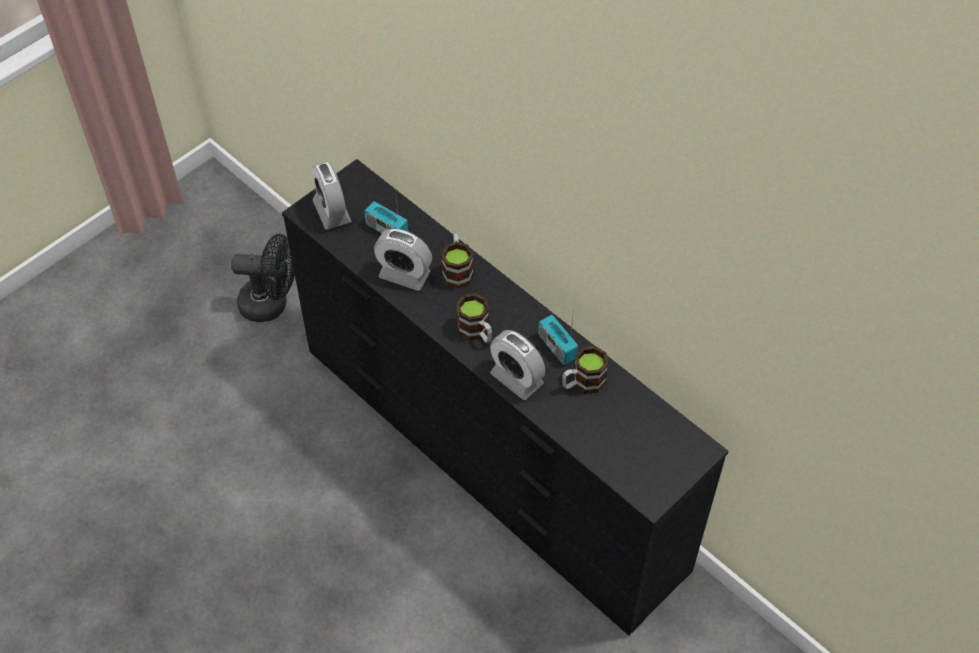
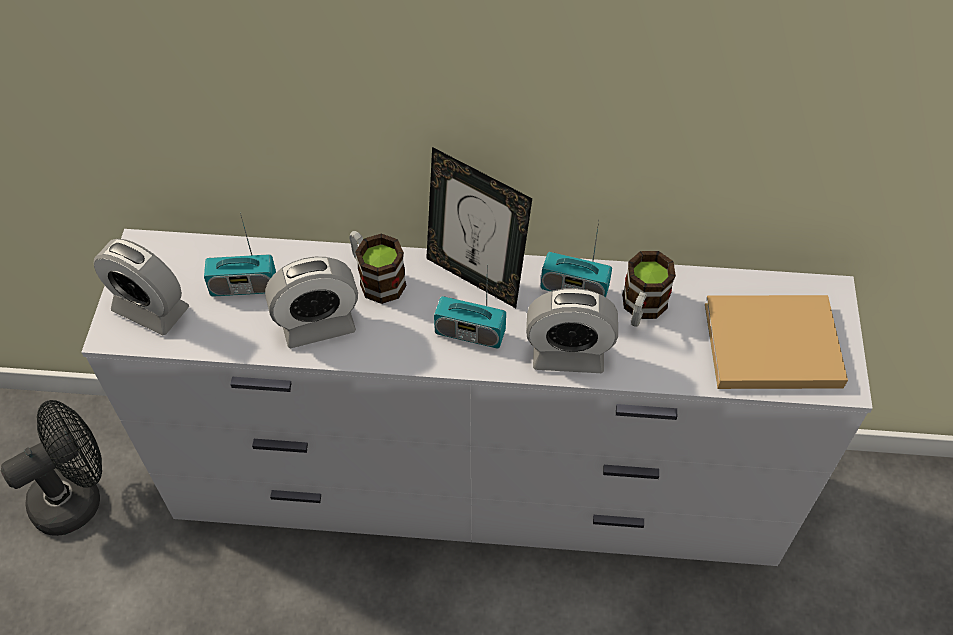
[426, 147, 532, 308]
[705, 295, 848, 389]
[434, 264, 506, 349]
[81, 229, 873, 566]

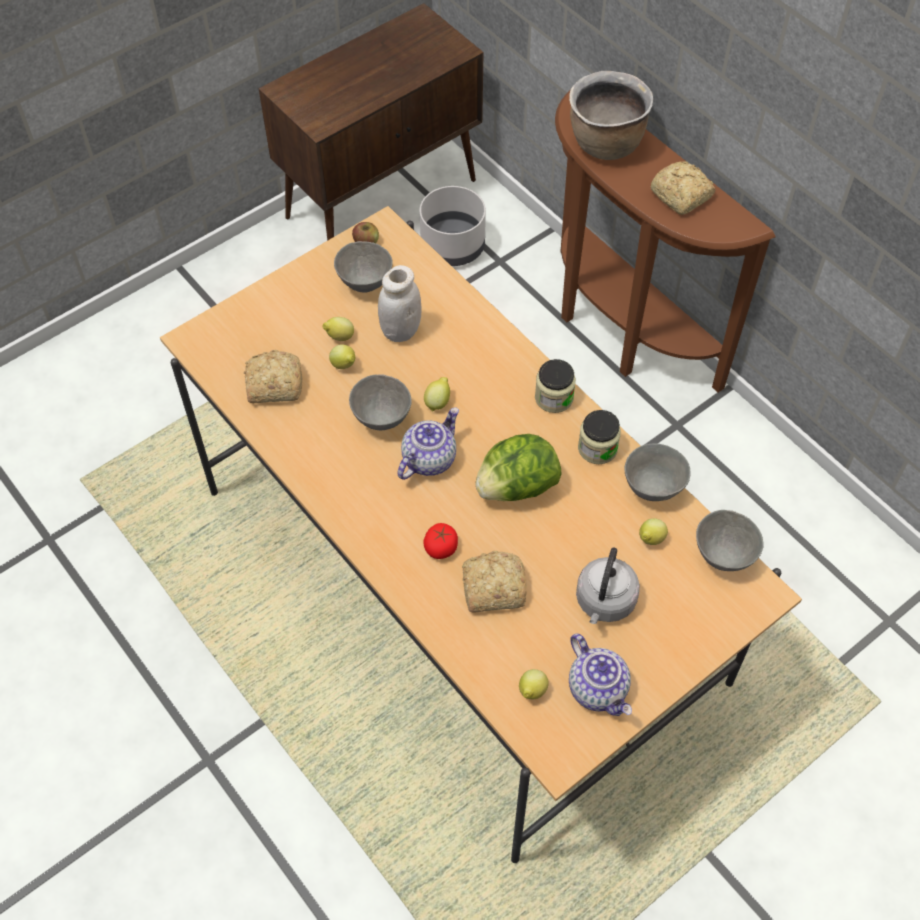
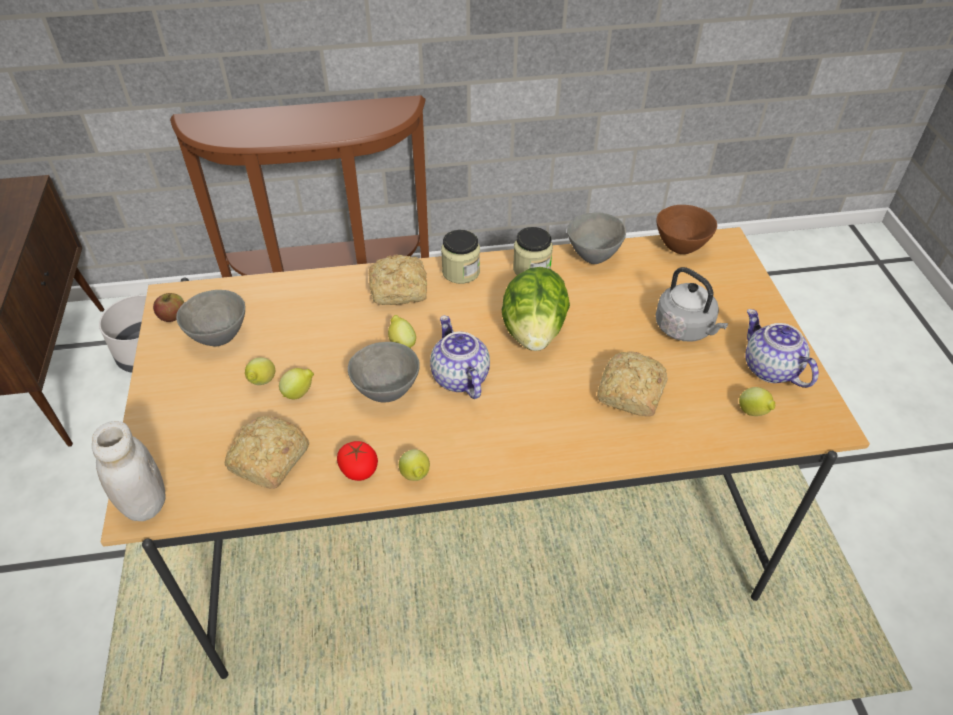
[569, 71, 653, 160] (first image)
[92, 421, 166, 521]
[337, 441, 378, 481]
[399, 449, 430, 481]
[369, 255, 427, 305]
[656, 205, 717, 254]
[745, 309, 819, 388]

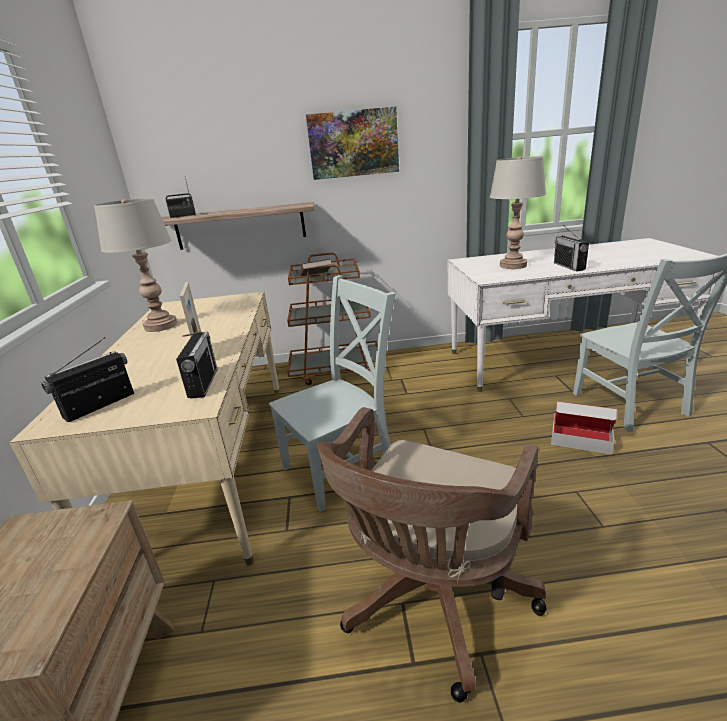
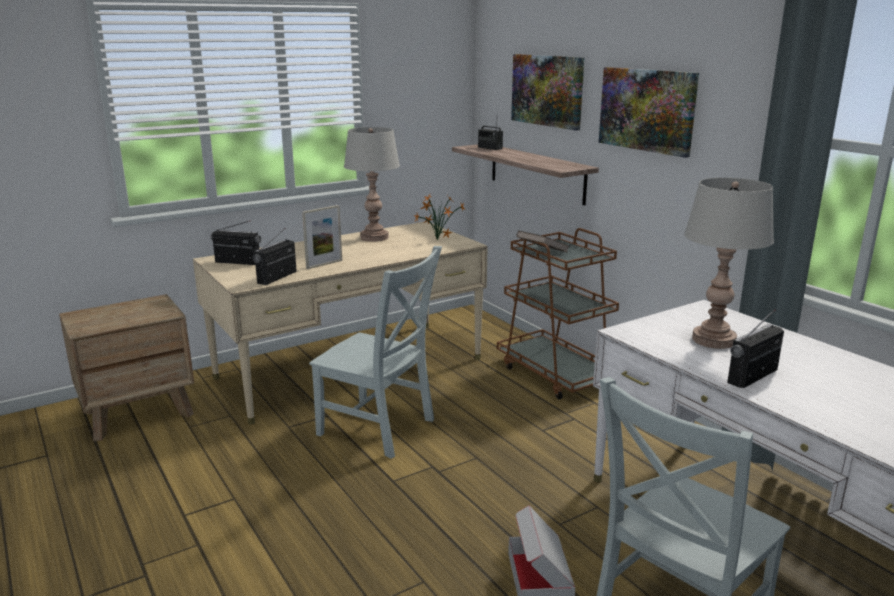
[317, 407, 546, 703] (first image)
[414, 195, 465, 240]
[511, 54, 584, 131]
[253, 228, 297, 285]

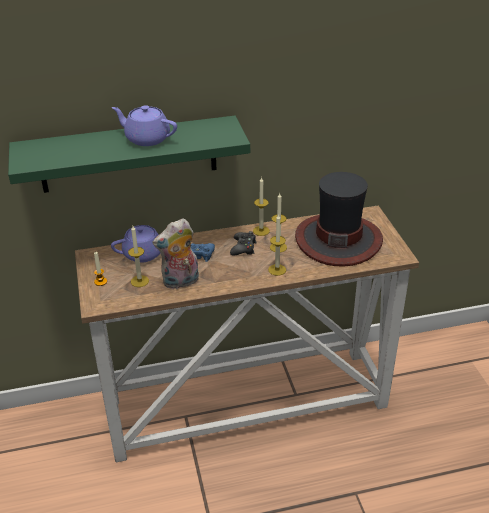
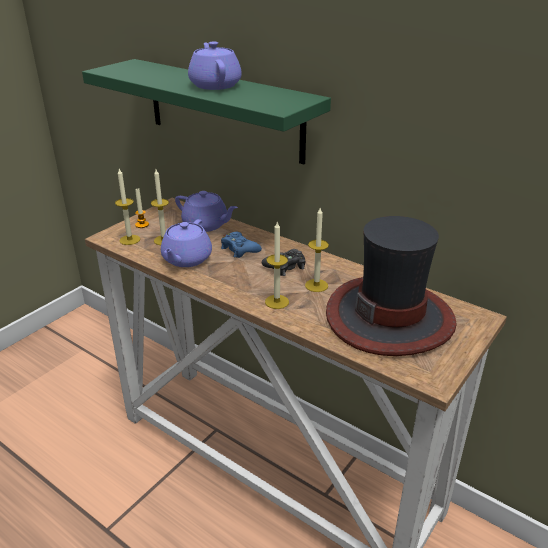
[115, 169, 140, 245]
[161, 219, 212, 267]

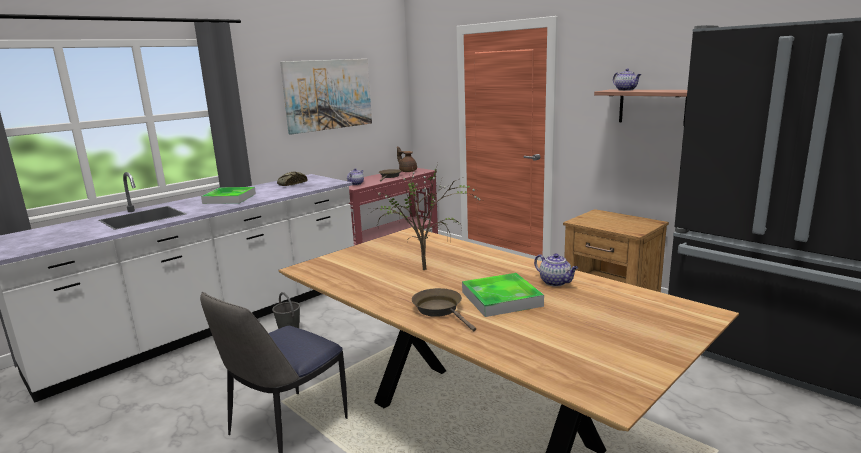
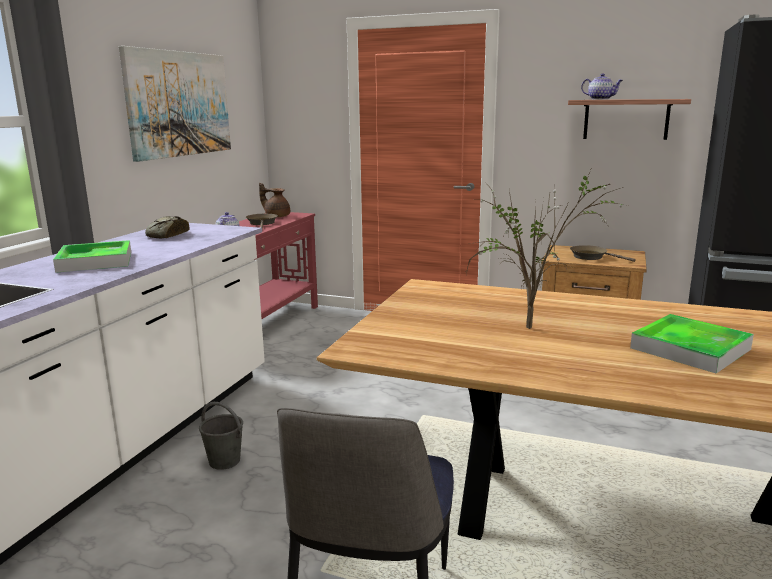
[534, 253, 578, 286] (first image)
[570, 245, 636, 262]

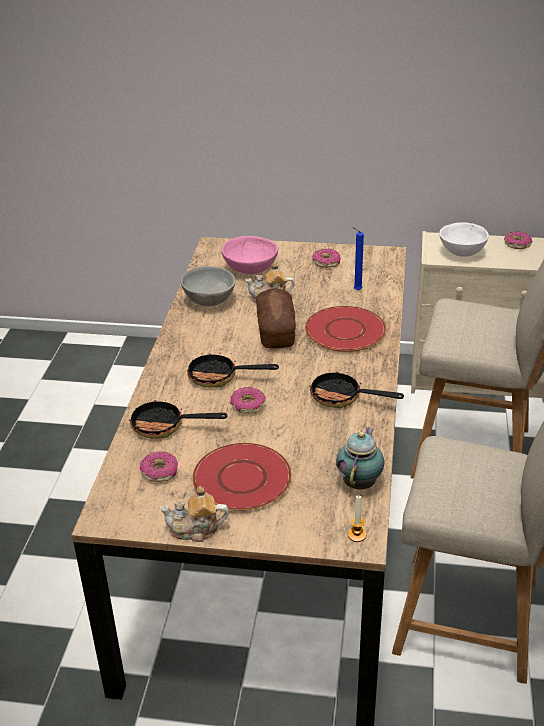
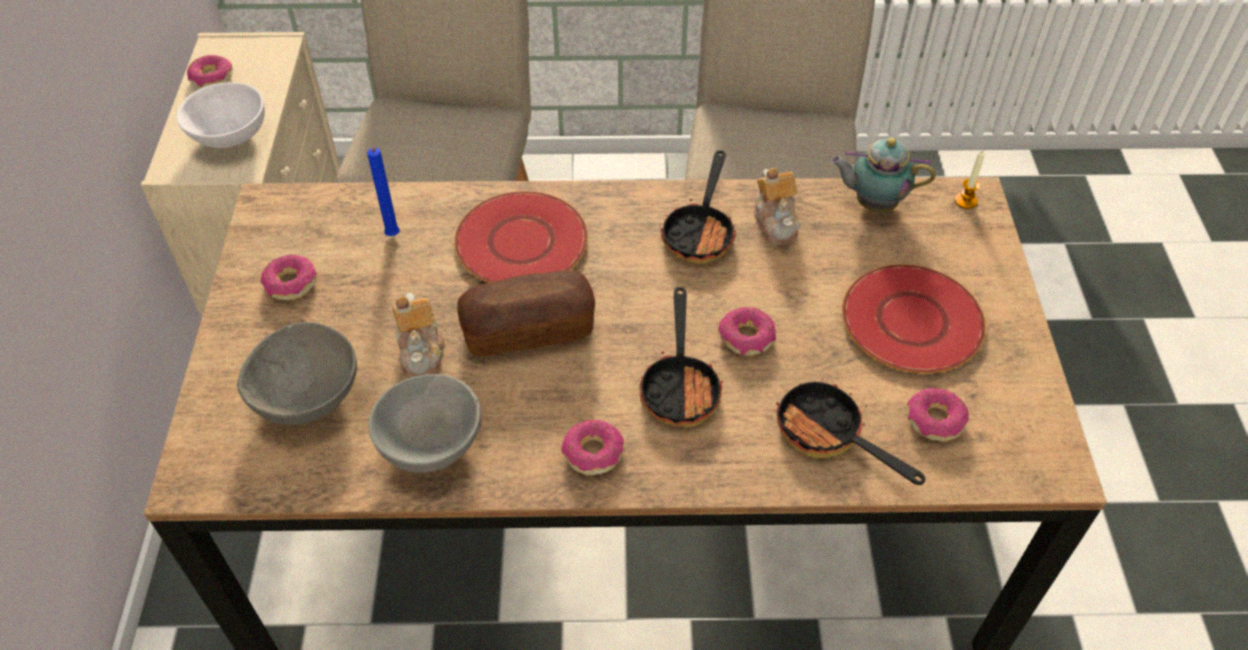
[562, 420, 624, 475]
[754, 167, 800, 245]
[237, 322, 357, 425]
[776, 378, 925, 485]

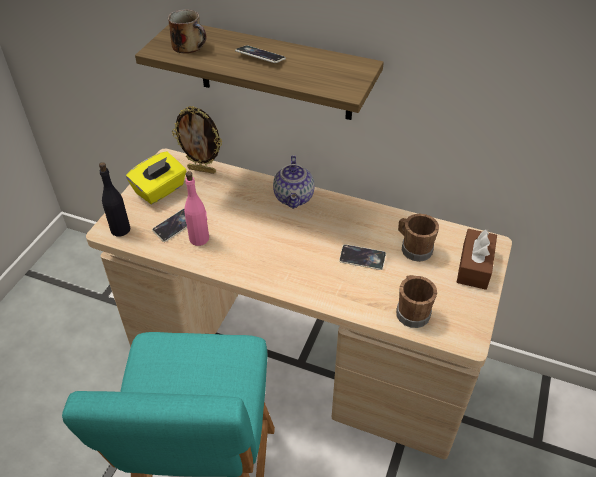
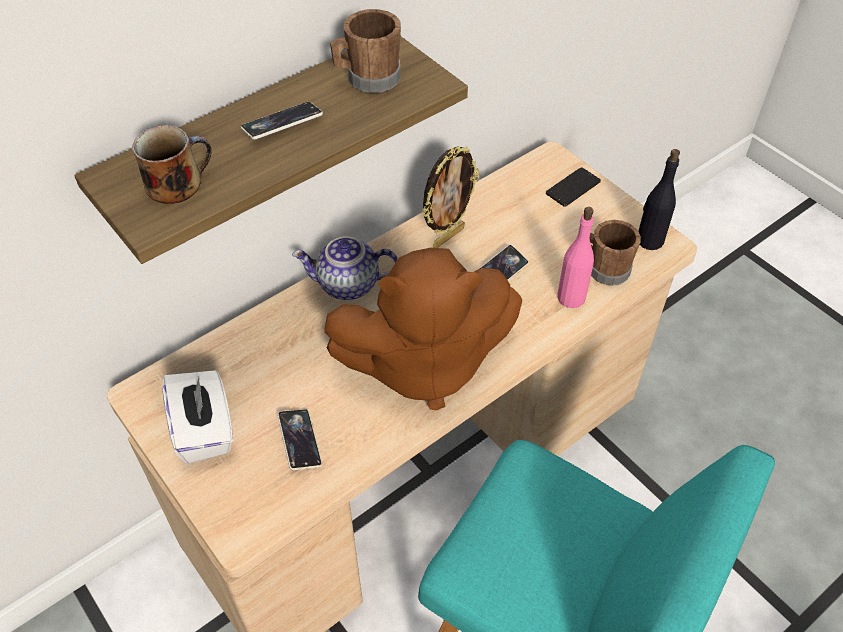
[324, 248, 522, 410]
[638, 149, 680, 250]
[422, 146, 480, 248]
[557, 207, 594, 308]
[330, 9, 401, 93]
[546, 167, 601, 207]
[162, 370, 233, 464]
[292, 236, 398, 300]

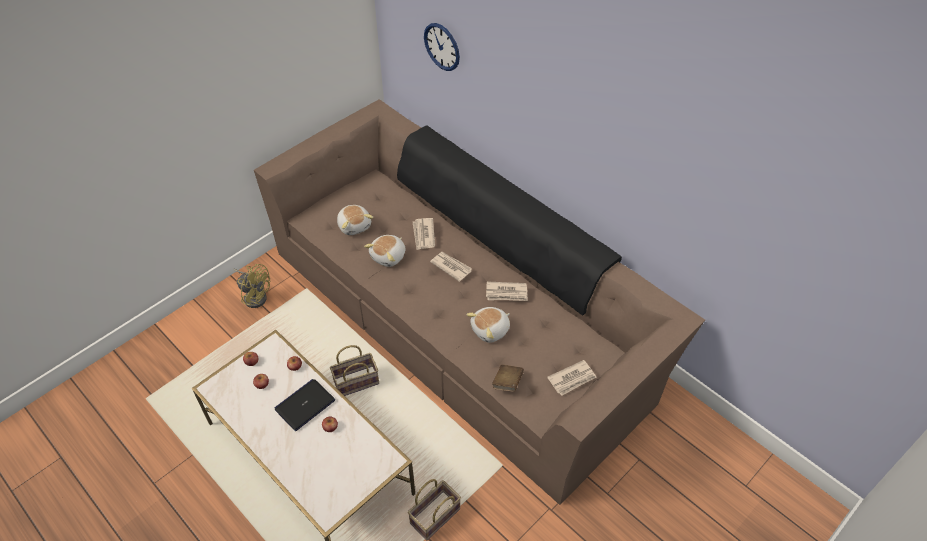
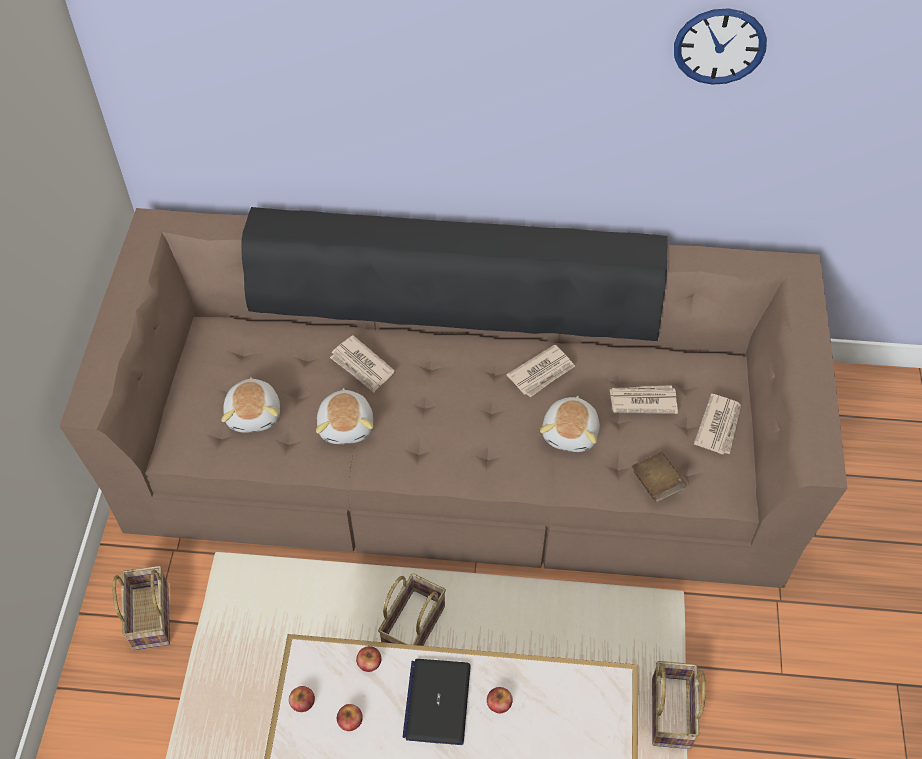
[674, 8, 767, 85]
[609, 385, 678, 414]
[112, 566, 170, 650]
[222, 377, 280, 433]

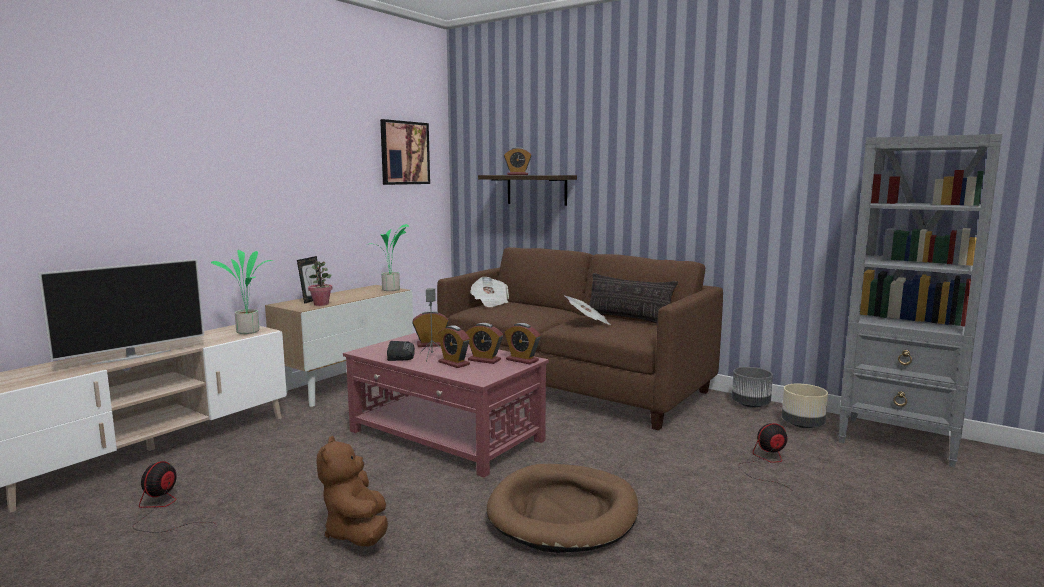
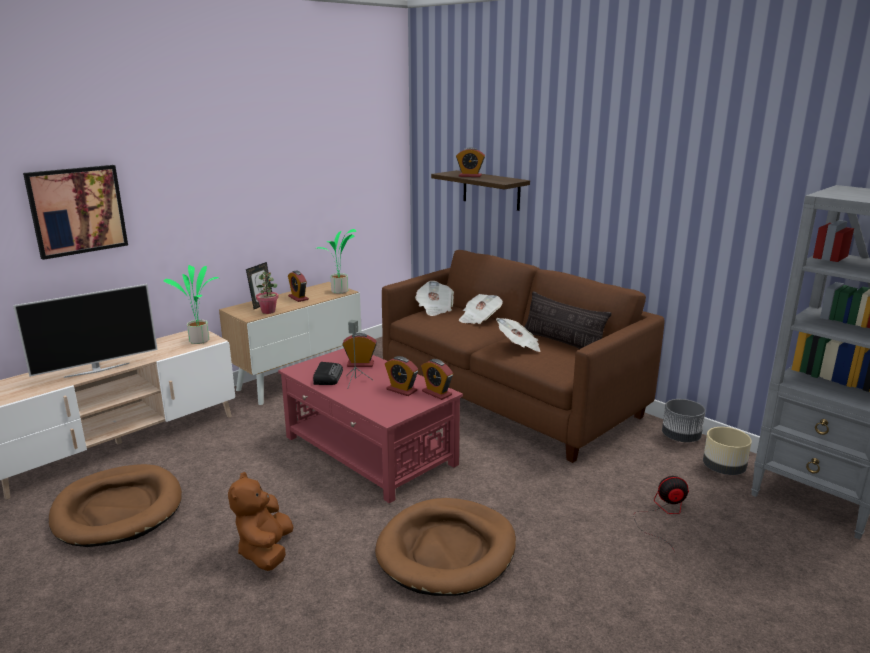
[459, 294, 503, 324]
[23, 165, 128, 260]
[288, 270, 309, 302]
[49, 464, 182, 547]

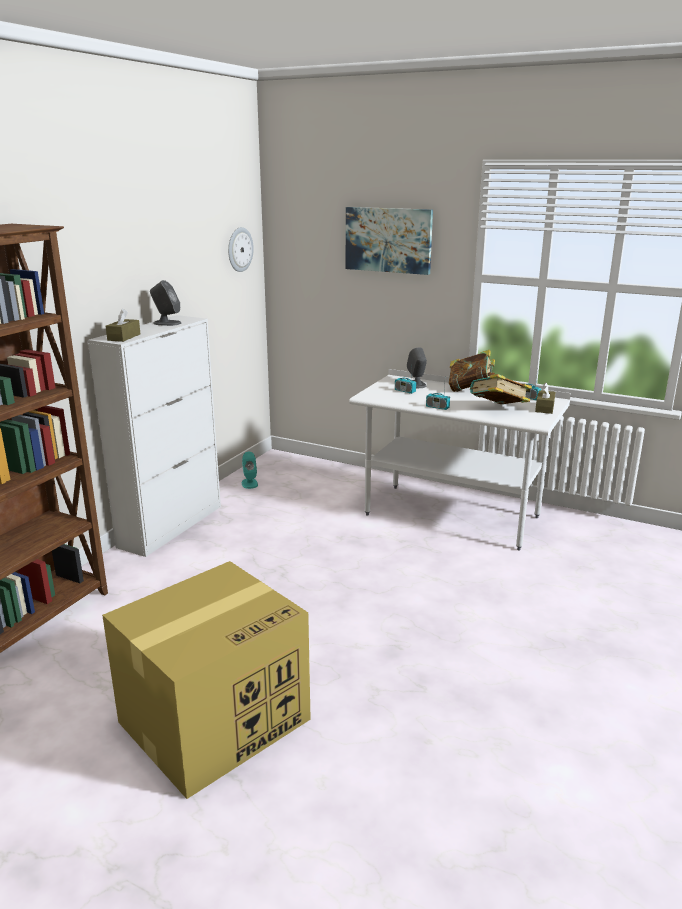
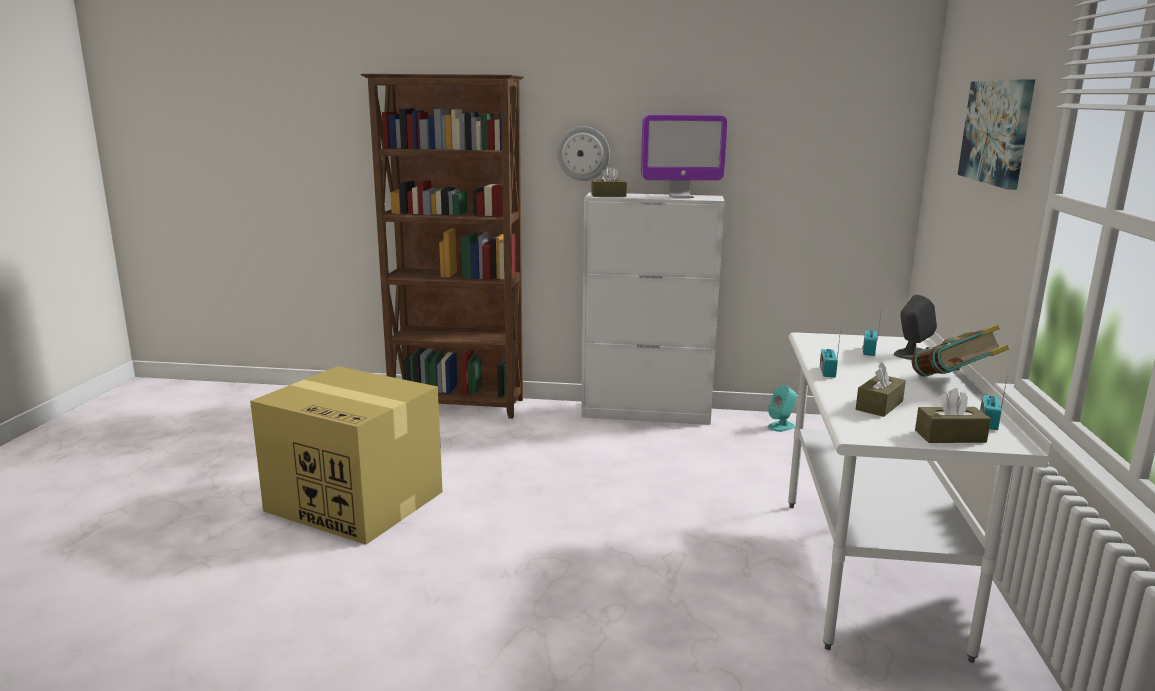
[557, 126, 610, 181]
[641, 115, 727, 198]
[856, 362, 906, 417]

